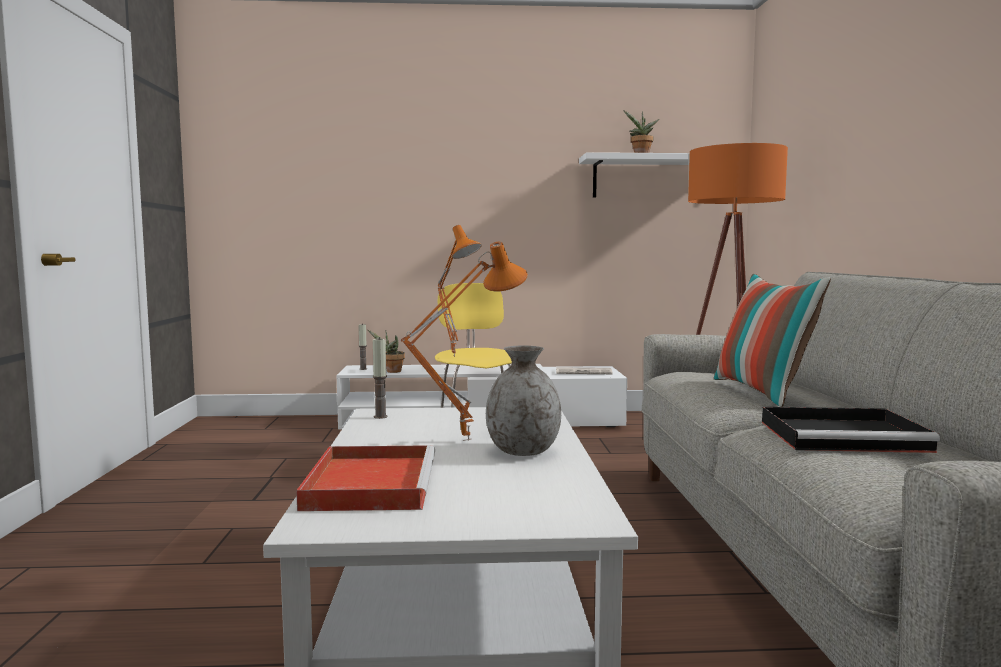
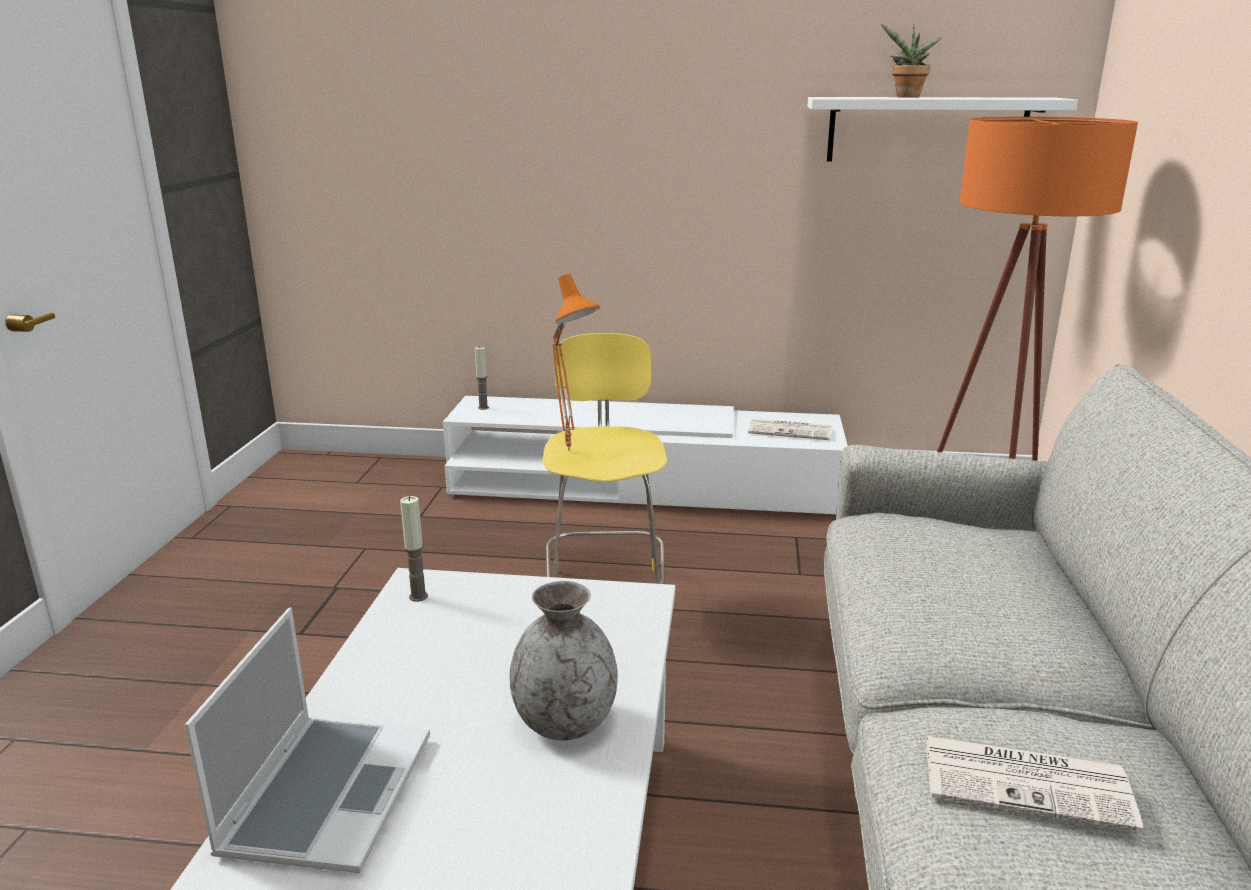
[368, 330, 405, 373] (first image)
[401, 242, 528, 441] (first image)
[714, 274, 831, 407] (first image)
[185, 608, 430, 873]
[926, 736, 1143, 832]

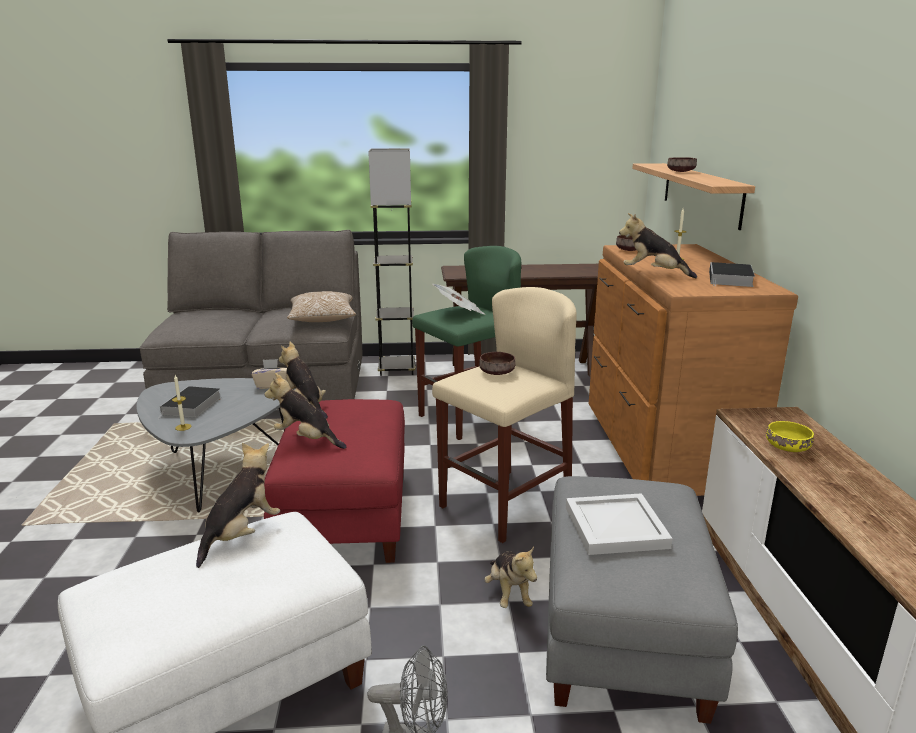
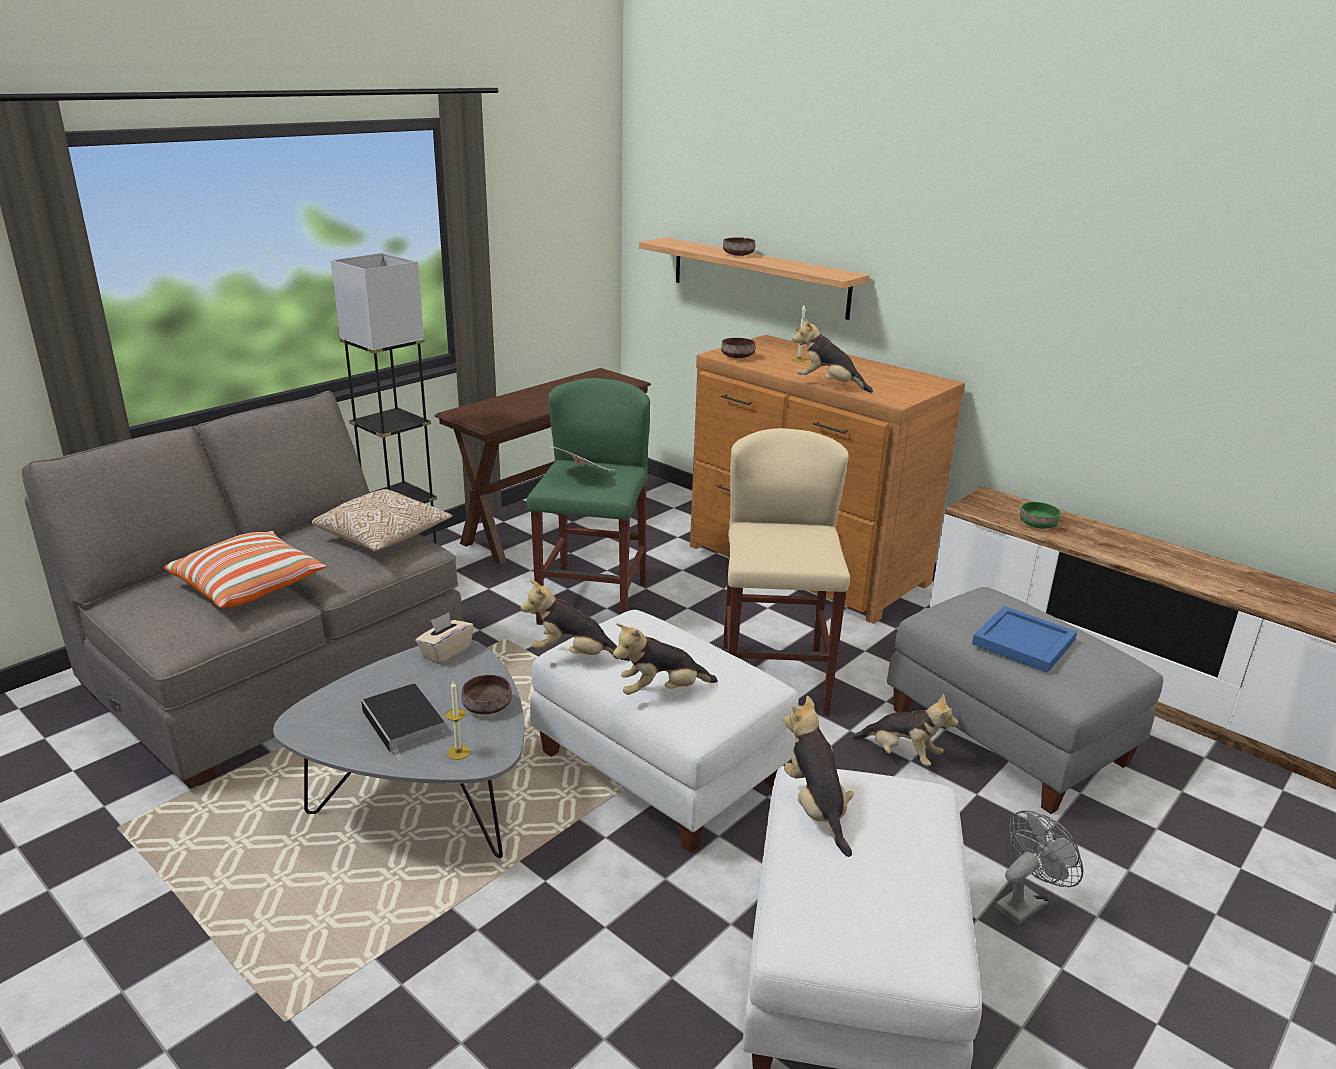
[709, 262, 755, 287] (first image)
[164, 531, 327, 608]
[462, 675, 512, 714]
[530, 610, 798, 853]
[972, 606, 1077, 673]
[1020, 502, 1061, 529]
[792, 318, 873, 393]

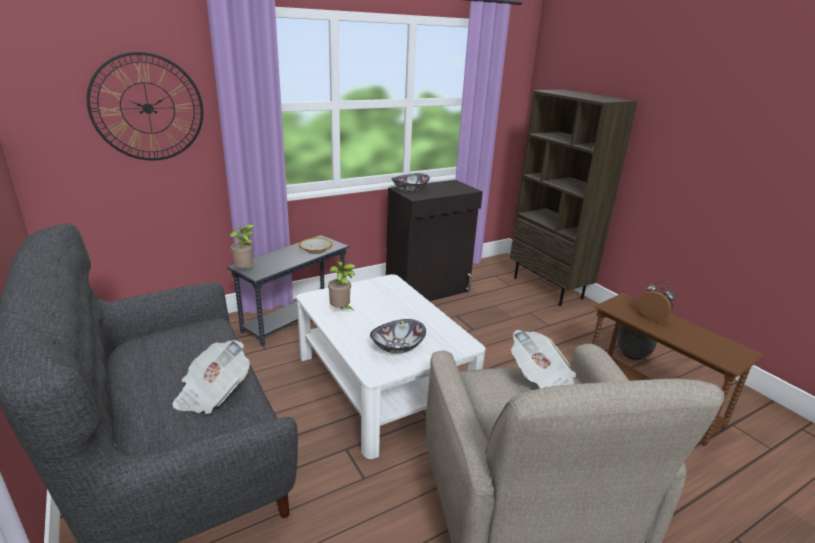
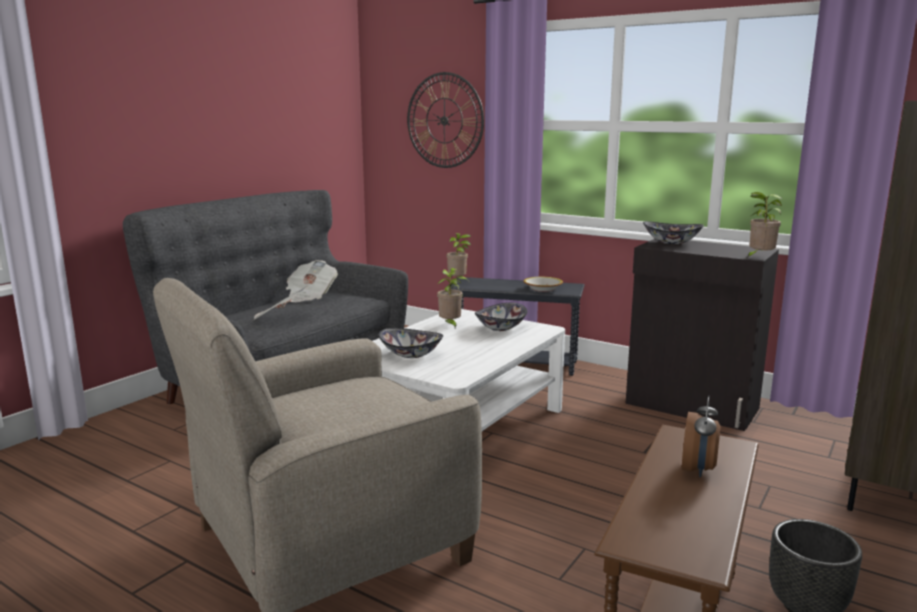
[475, 303, 527, 331]
[746, 192, 782, 258]
[286, 260, 338, 302]

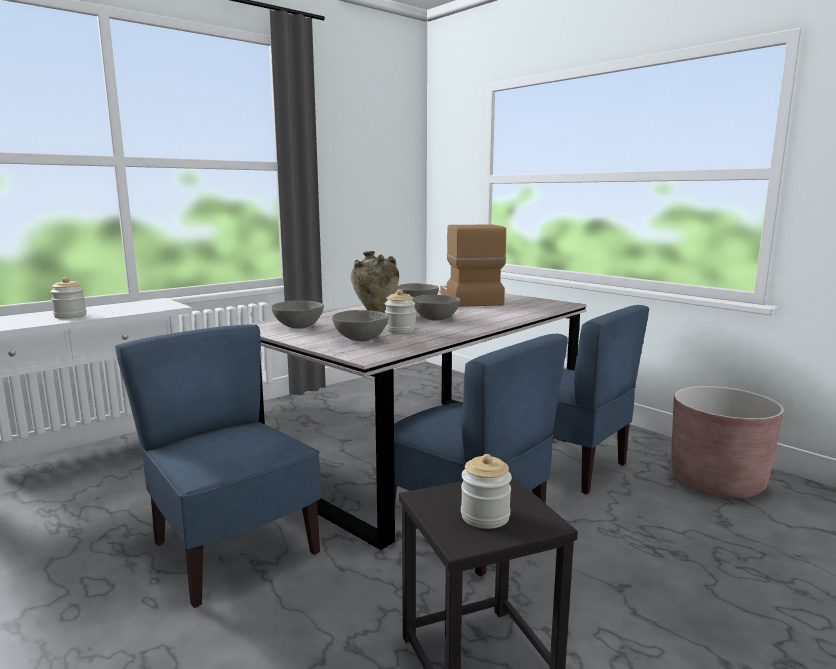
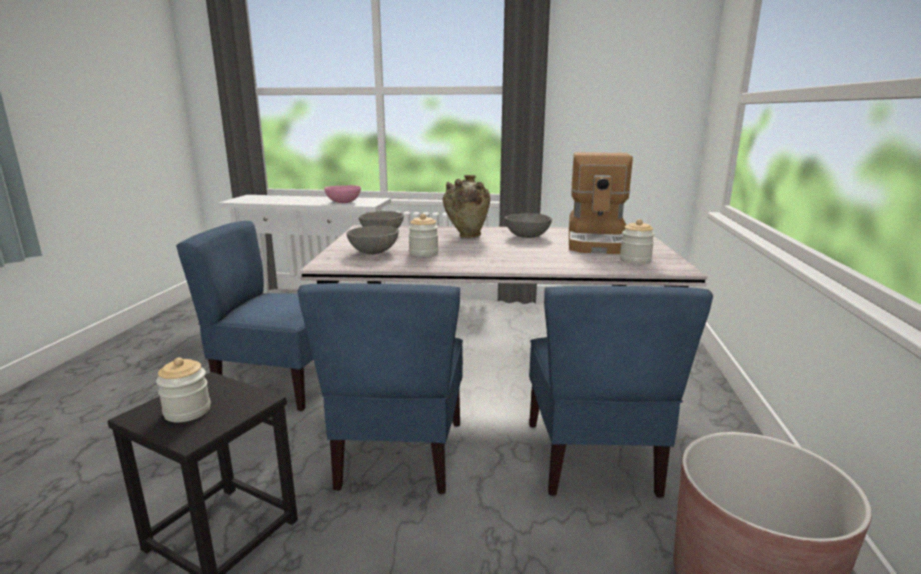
[412, 295, 460, 320] (first image)
[324, 185, 361, 203]
[620, 219, 655, 264]
[176, 221, 314, 411]
[569, 152, 633, 254]

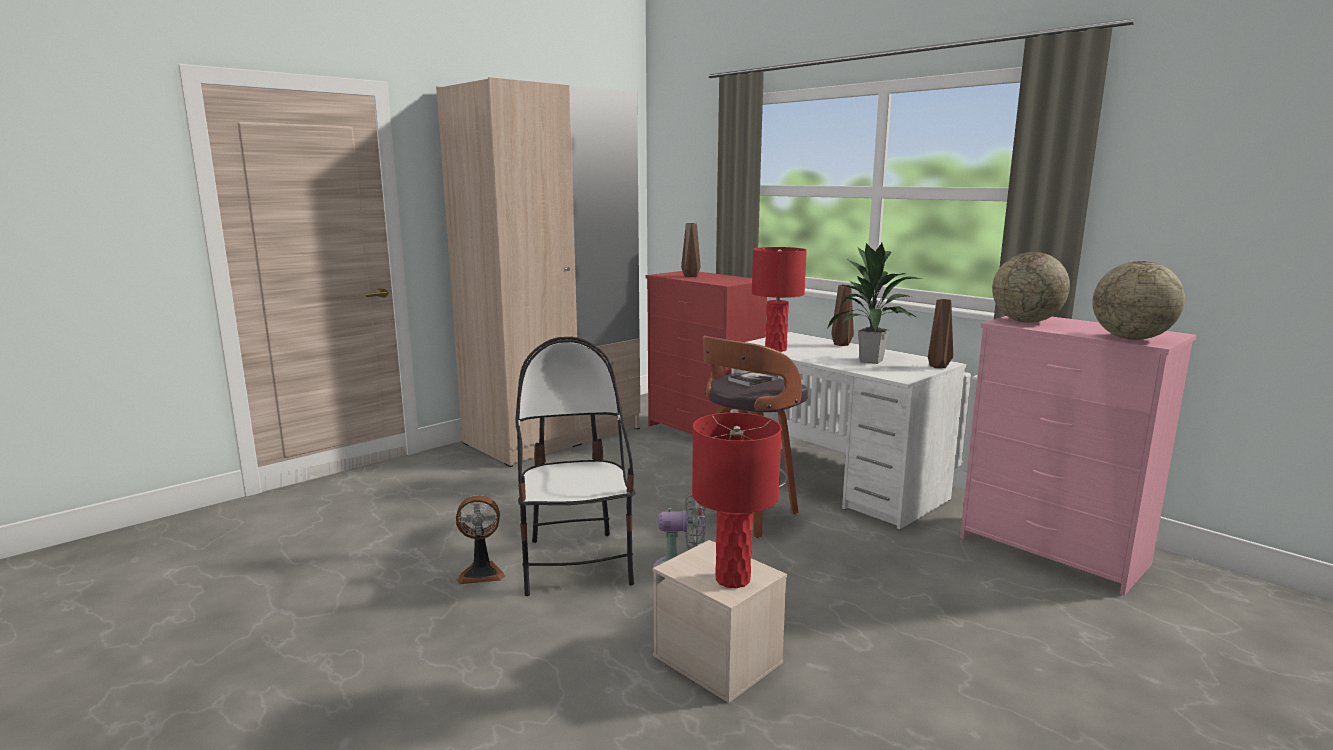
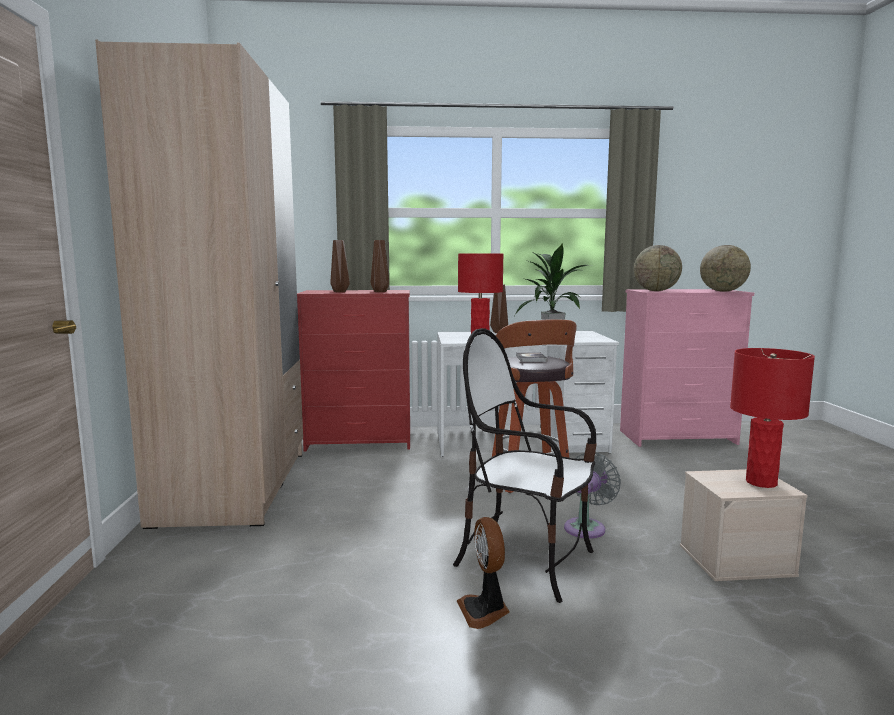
[371, 240, 389, 292]
[457, 517, 510, 629]

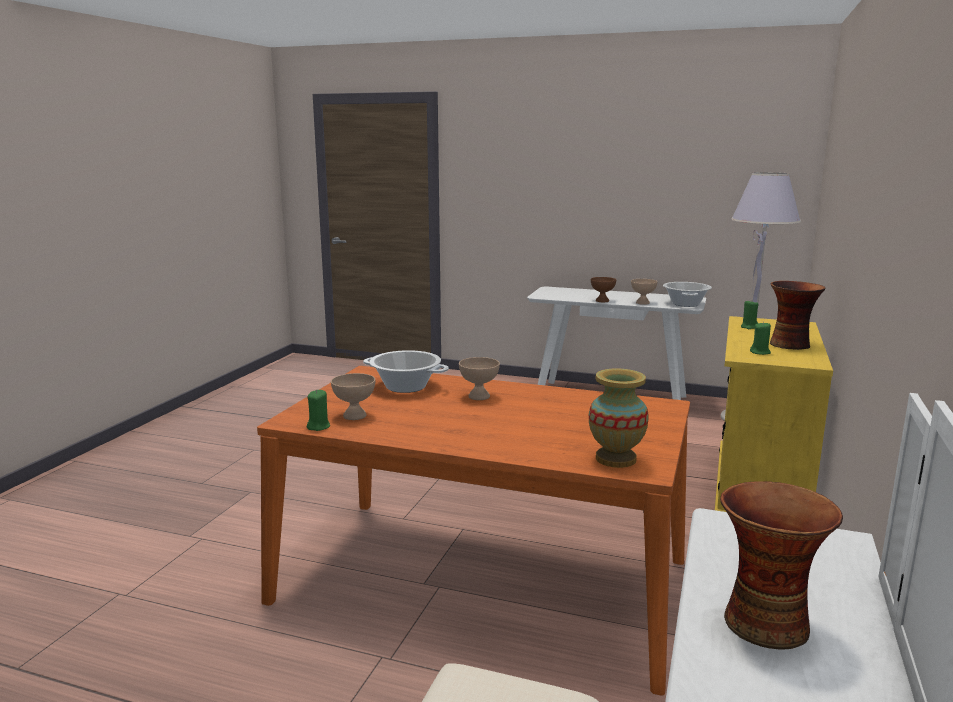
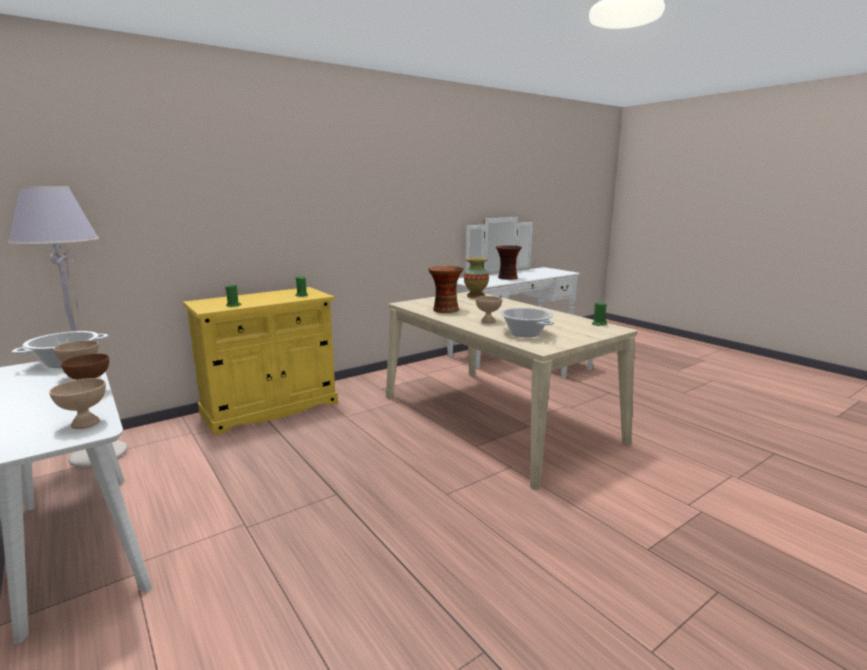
[49, 378, 106, 429]
[428, 266, 463, 313]
[386, 291, 637, 490]

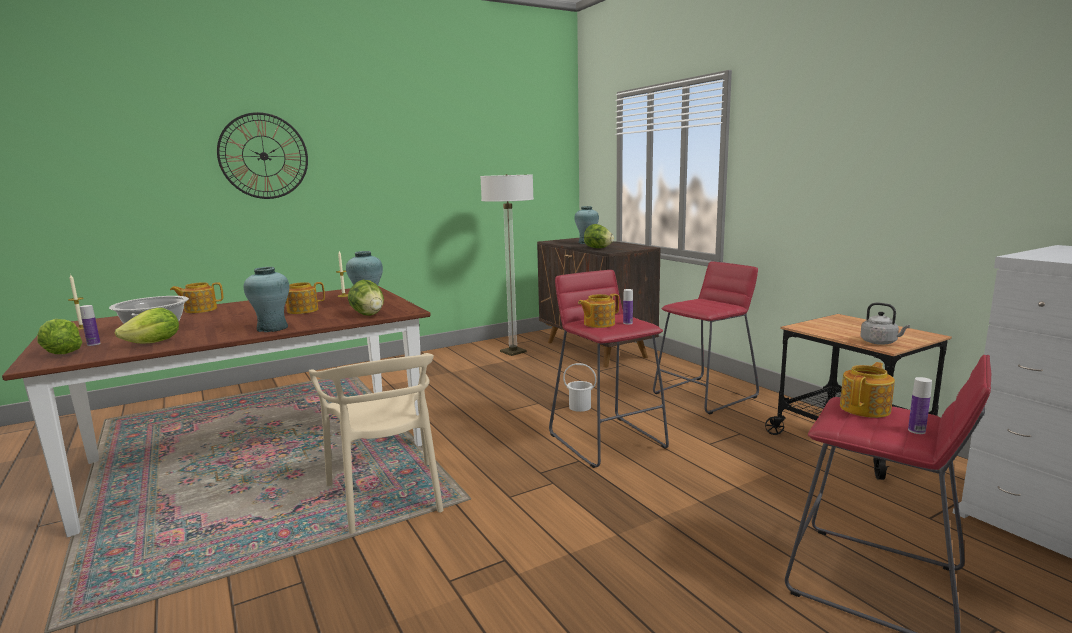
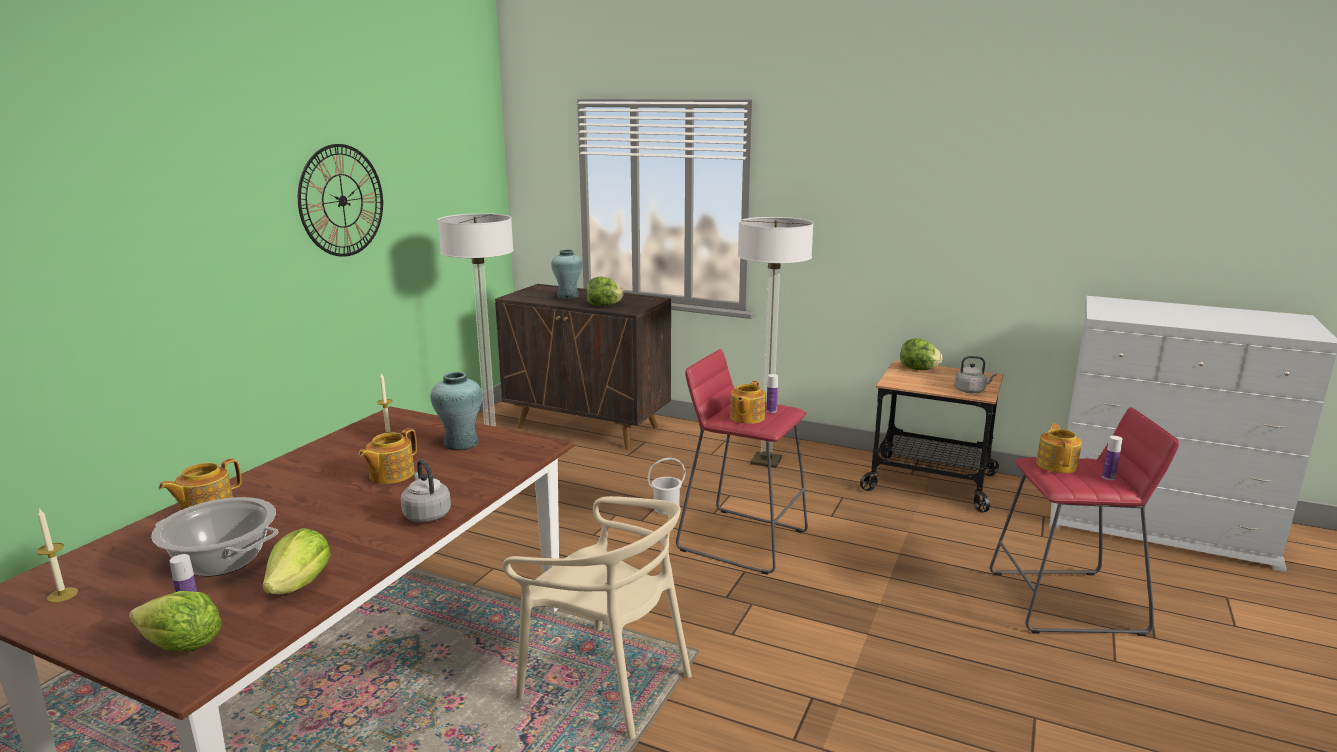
[298, 144, 383, 257]
[900, 338, 942, 370]
[401, 459, 451, 522]
[738, 217, 814, 468]

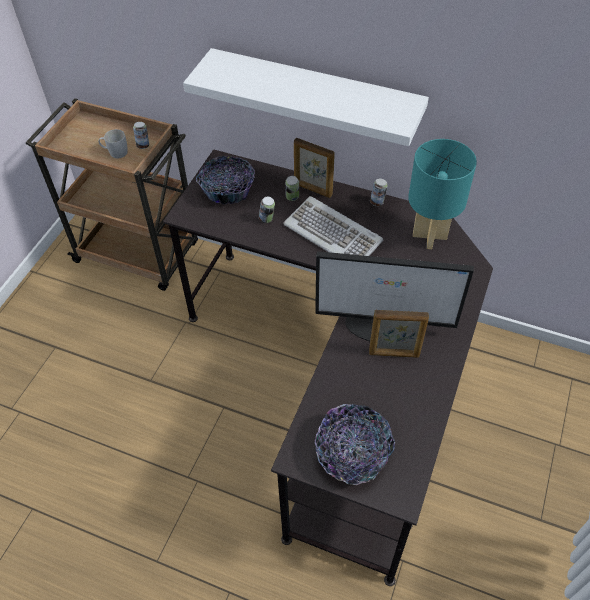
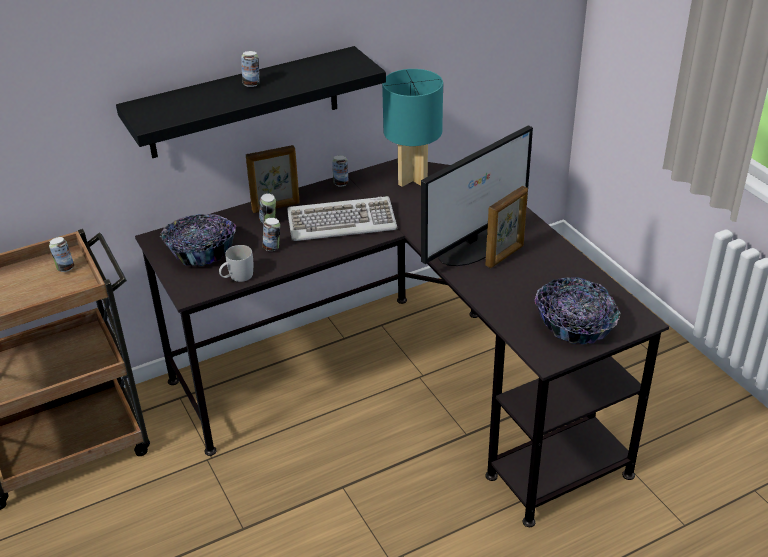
[241, 51, 260, 87]
[219, 245, 253, 282]
[116, 46, 386, 158]

